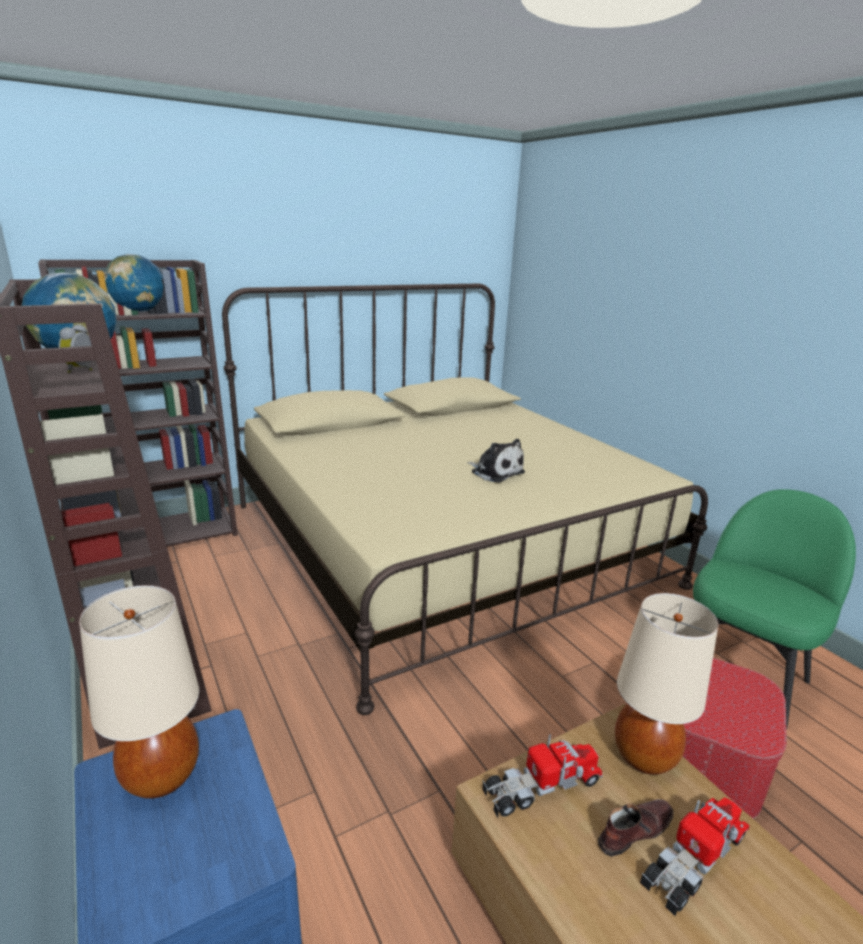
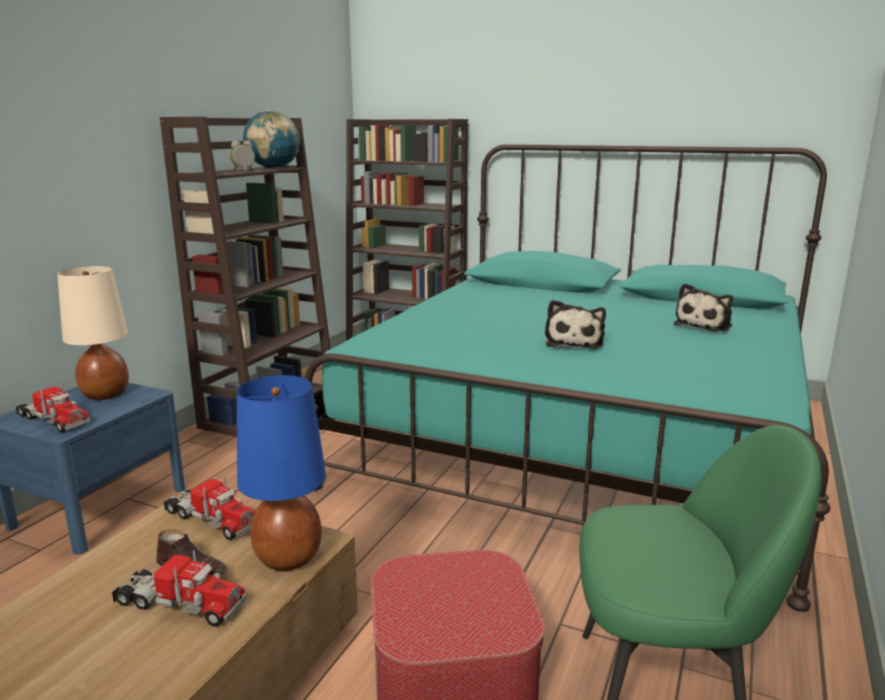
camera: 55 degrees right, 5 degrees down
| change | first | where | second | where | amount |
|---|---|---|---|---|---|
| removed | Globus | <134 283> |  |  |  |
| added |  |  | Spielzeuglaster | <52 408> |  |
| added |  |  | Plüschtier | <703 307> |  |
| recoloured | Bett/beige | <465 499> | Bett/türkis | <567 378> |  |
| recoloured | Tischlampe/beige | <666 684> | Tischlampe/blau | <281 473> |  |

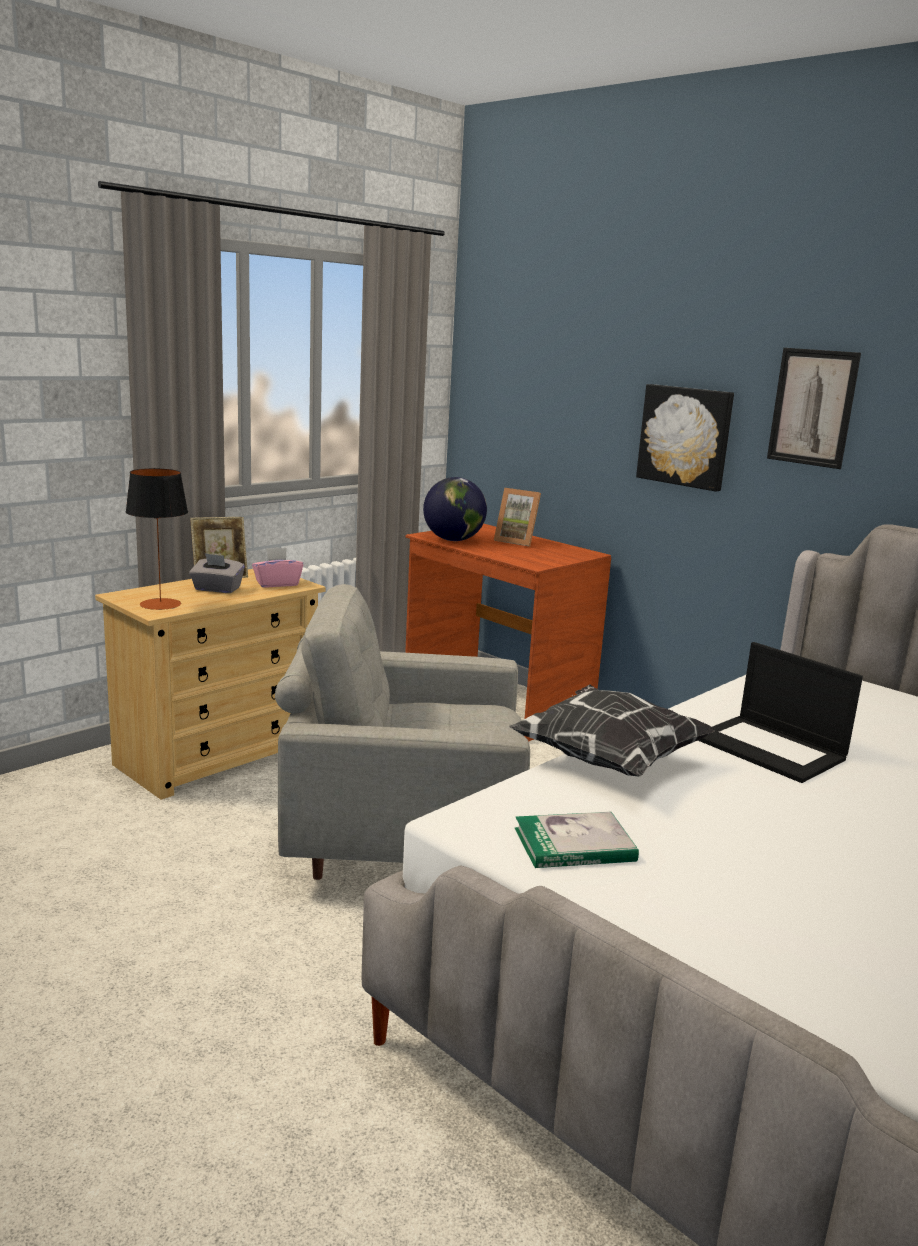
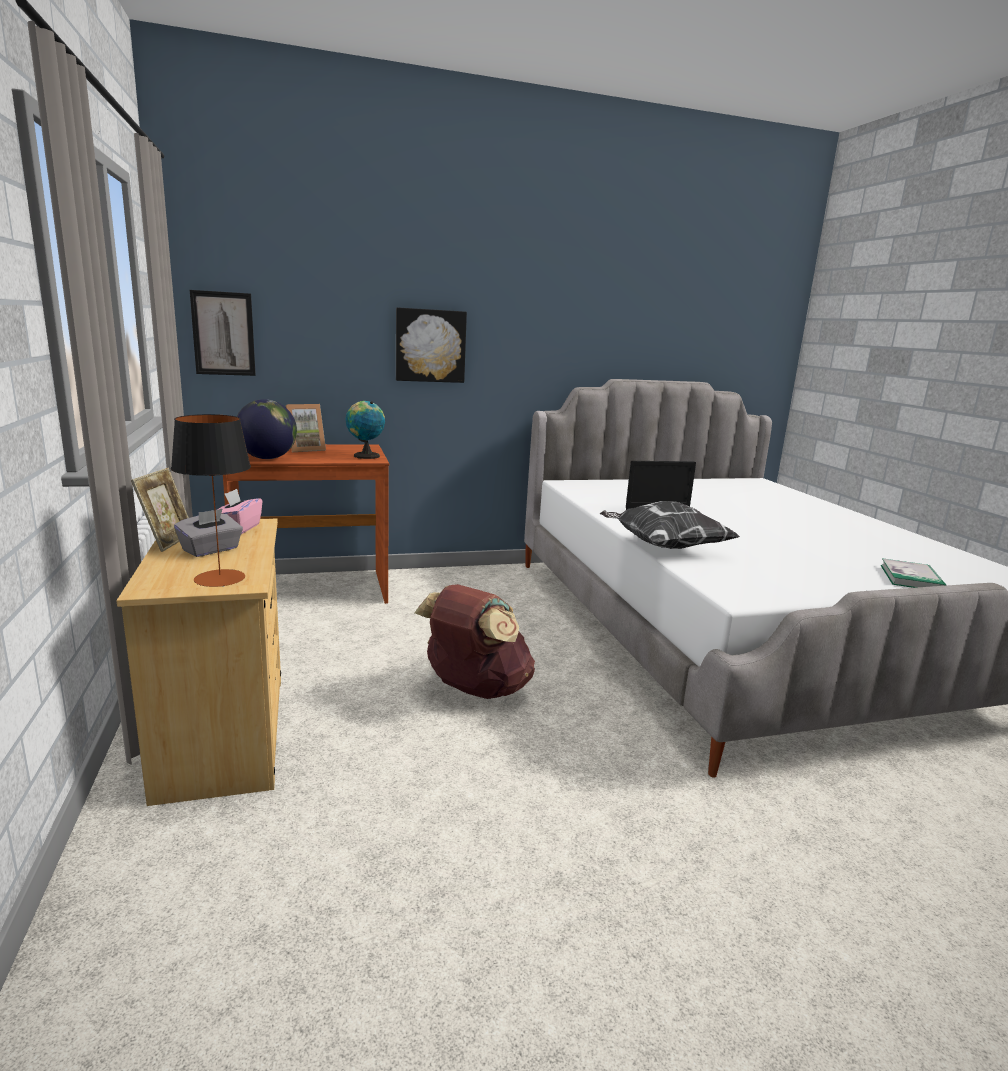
camera: 60 degrees left, 0 degrees up
| change | first | where | second | where | amount |
|---|---|---|---|---|---|
| added |  |  | Globus | <365 430> |  |
| moved | Buch | <577 840> |  | <913 573> |  |
| moved | Bild | <814 408> |  | <223 333> |  |
| replaced | Sessel/grau | <402 732> | Rucksack/braun | <474 641> |  |

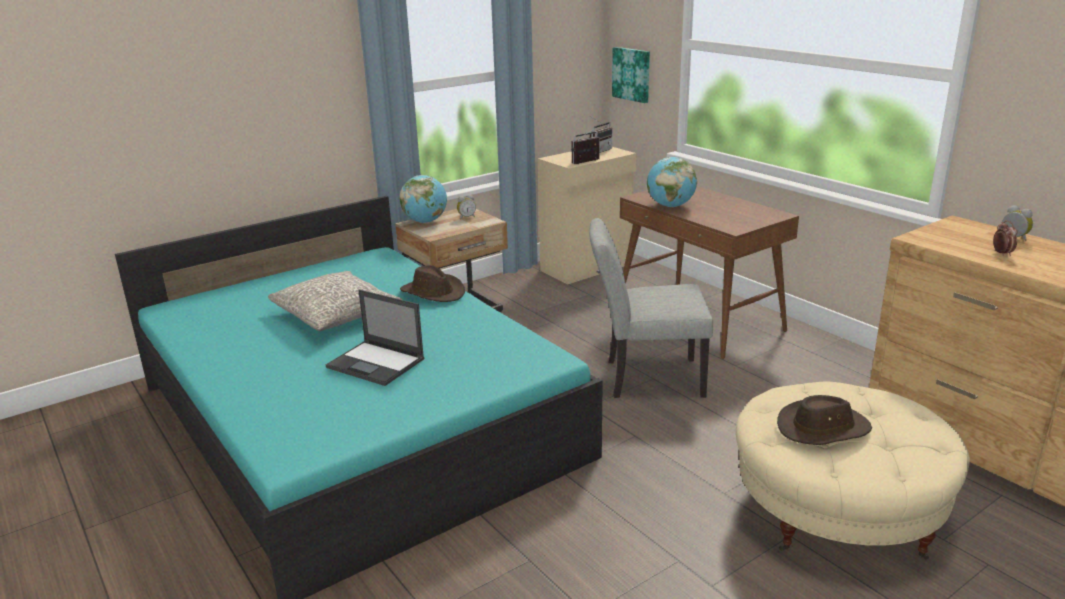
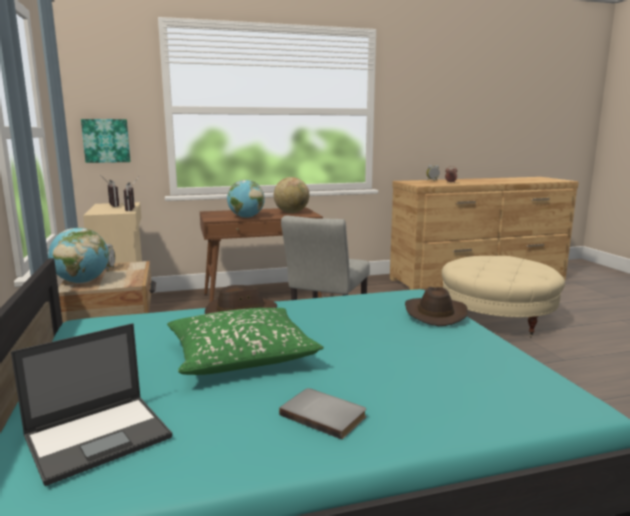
camera: 70 degrees left, 10 degrees down
| change | first | where | second | where | amount |
|---|---|---|---|---|---|
| added |  |  | Globus | <291 195> |  |
| added |  |  | Buch/grau | <322 414> |  |
| moved | Laptop | <375 338> |  | <91 404> |  |
| moved | Hut/braun | <824 420> |  | <436 306> |  |
| recoloured | Kissen/grau | <335 301> | Kissen/grün | <245 341> |  |

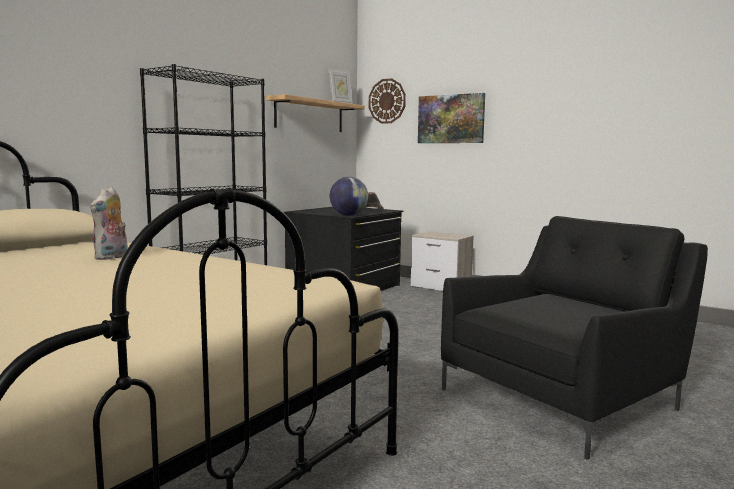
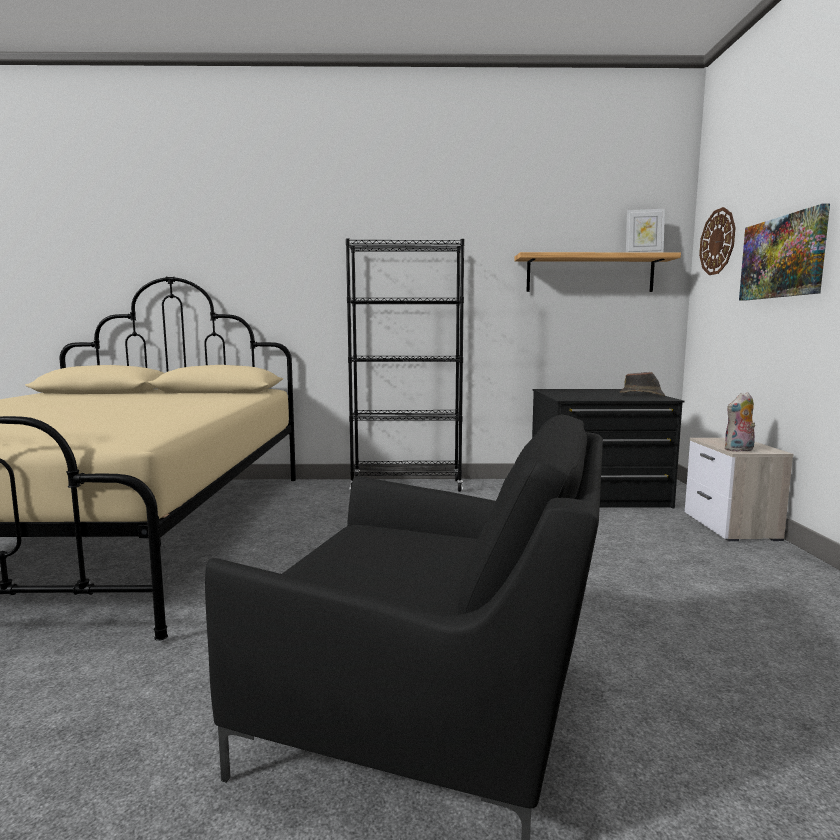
camera: 55 degrees right, 0 degrees up
| change | first | where | second | where | amount |
|---|---|---|---|---|---|
| removed | Globus | <349 196> |  |  |  |
| moved | Plüschtier | <109 223> |  | <739 422> |  |

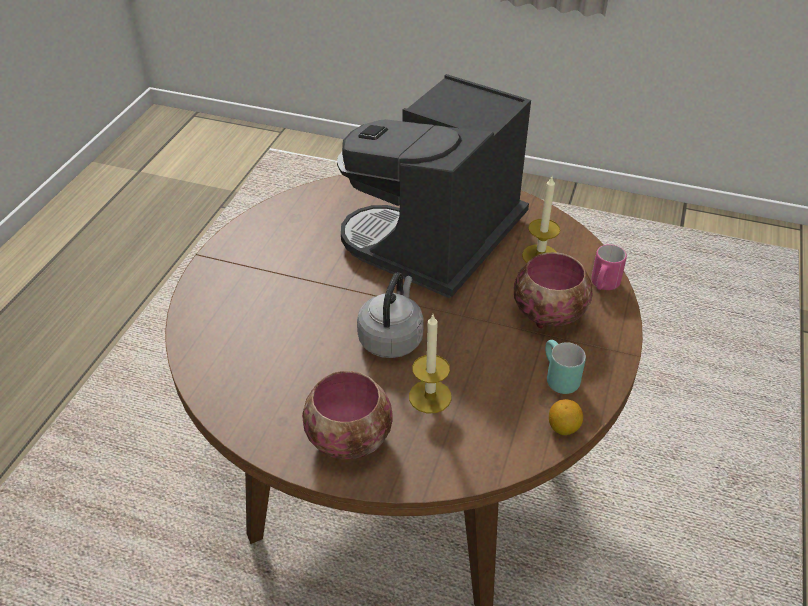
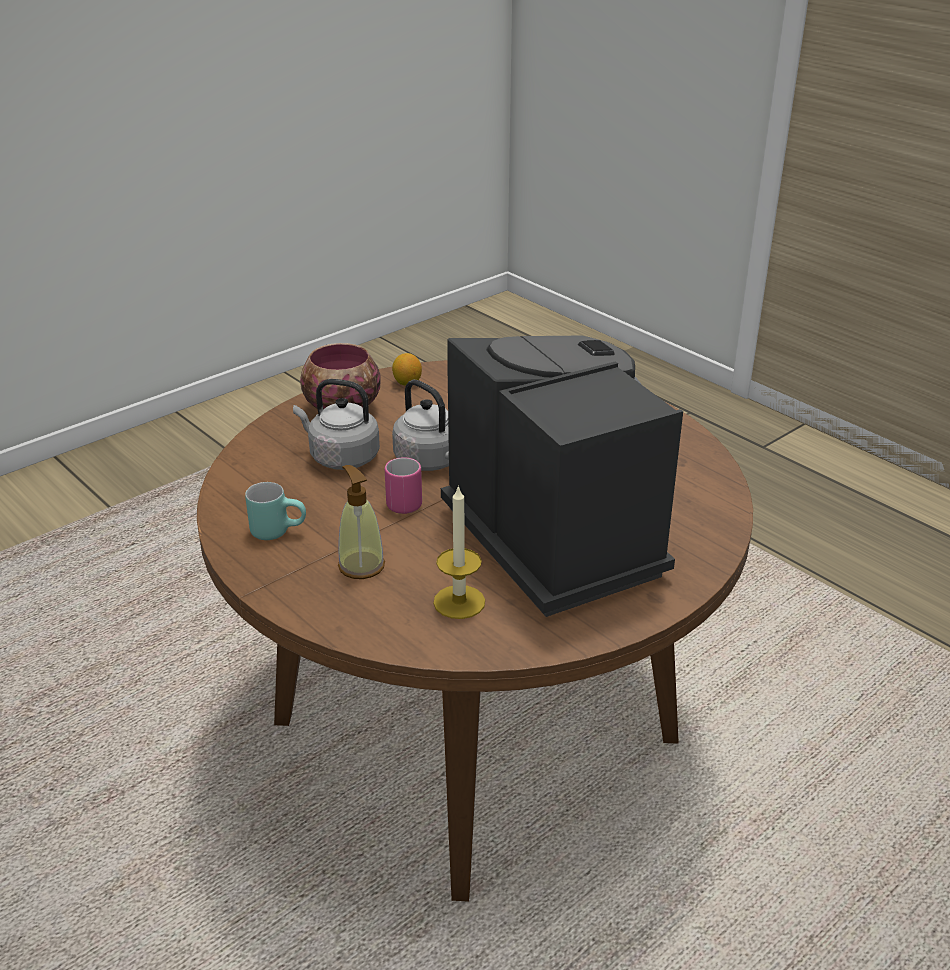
camera: 120 degrees right, 10 degrees down
| change | first | where | second | where | amount |
|---|---|---|---|---|---|
| moved | Zitrone | <566 417> |  | <407 369> |  |
| moved | Henkelbecher/rosa | <609 267> |  | <403 485> |  |
| replaced | Kerze | <430 364> | Wasserkessel/grau | <336 424> |  |
| replaced | Schüssel | <553 290> | Seifenspender | <361 522> |  |

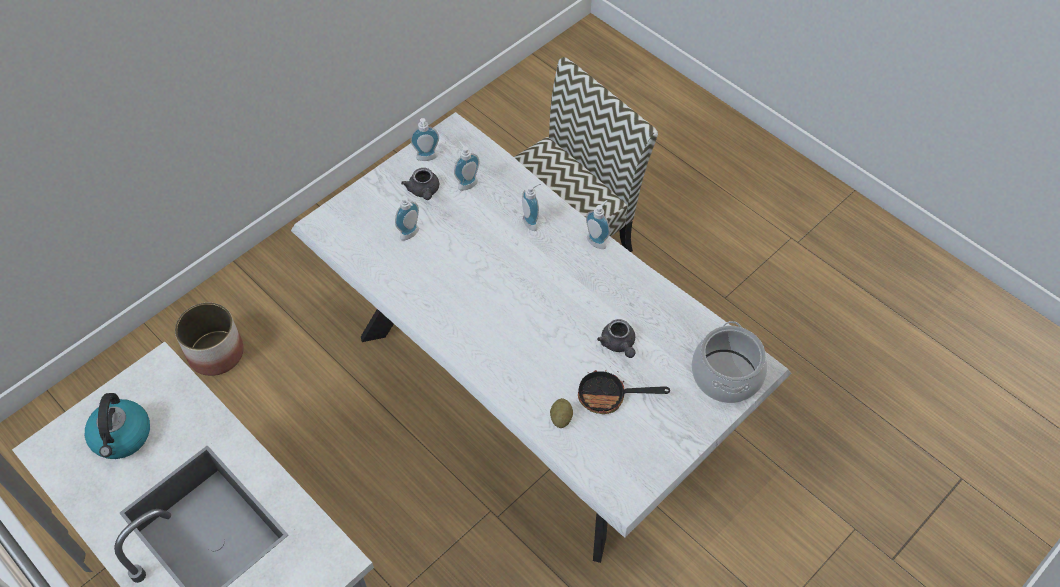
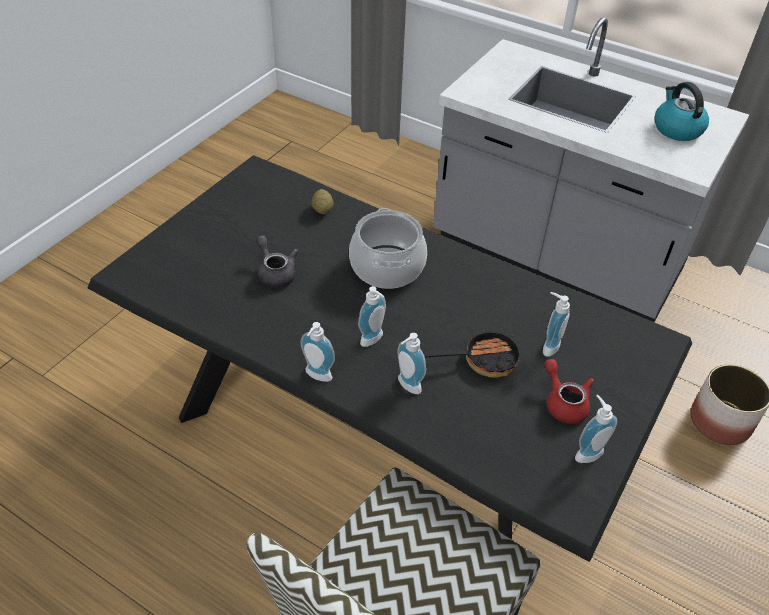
camera: 165 degrees right, 10 degrees down
| change | first | where | second | where | amount |
|---|---|---|---|---|---|
| moved | Seifenspender | <466 166> |  | <372 316> |  |
| moved | Pfanne | <624 392> |  | <471 353> |  |
| moved | Kochtopf | <729 362> |  | <388 248> |  |
| recoloured | Esstisch/weiß | <541 337> | Esstisch/schwarz | <389 358> |  |
| recoloured | Teekanne/grau | <420 184> | Teekanne/rot | <569 391> |  |

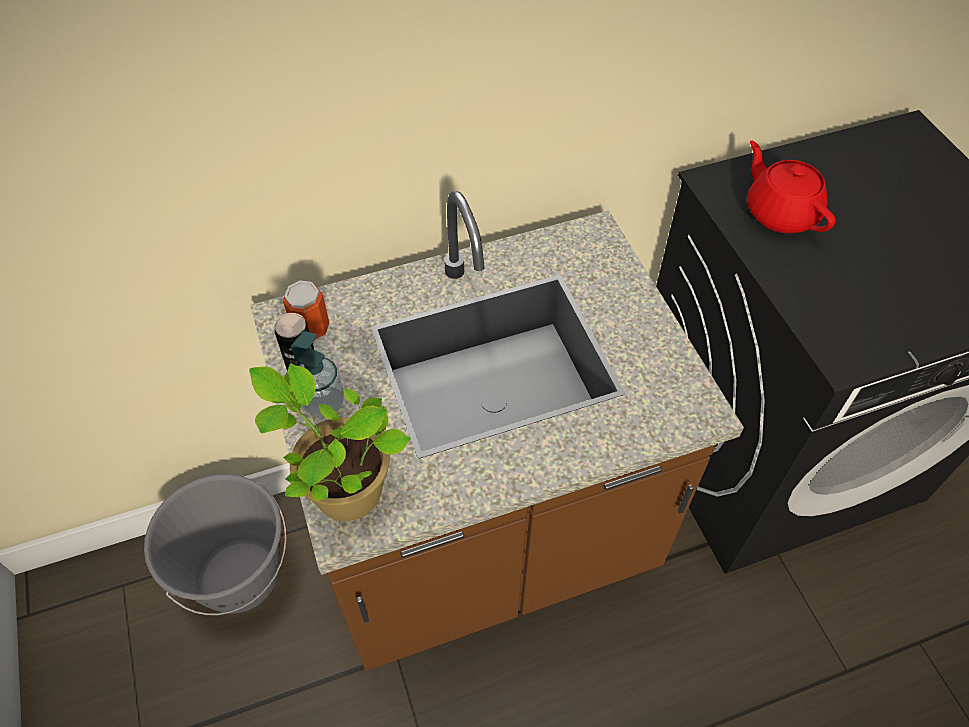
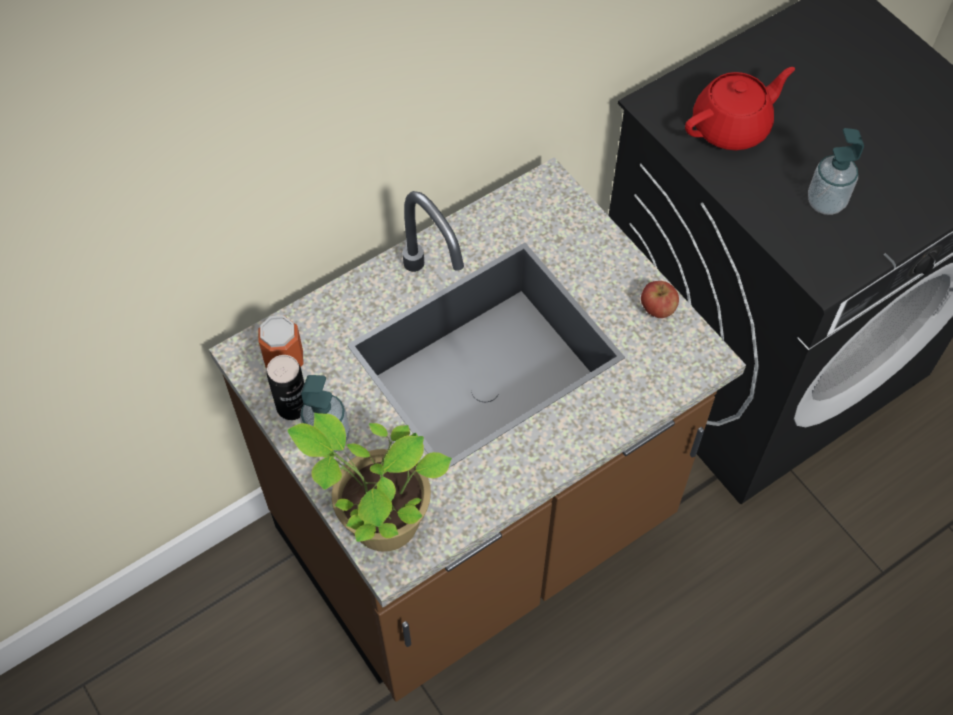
camera: 15 degrees left, 5 degrees up
| change | first | where | second | where | amount |
|---|---|---|---|---|---|
| removed | Eimer/grau | <215 544> |  |  |  |
| added |  |  | Apfel | <660 299> |  |
| added |  |  | Seifenspender | <836 171> |  |
| turned | Teekanne/rot | <791 186> |  | <740 108> | 105 degrees clockwise |

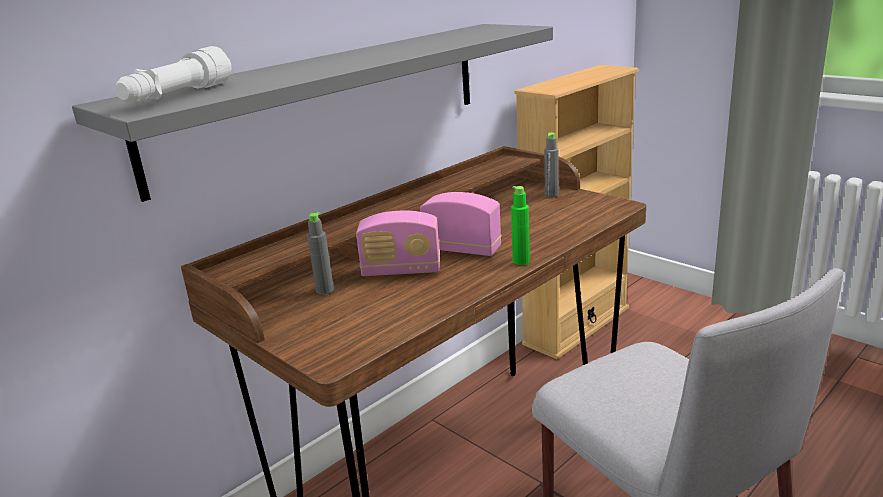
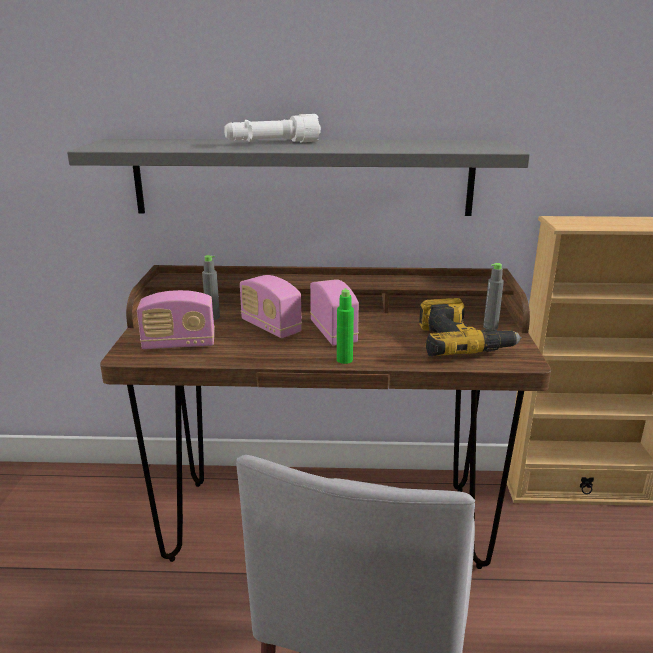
camera: 45 degrees right, 0 degrees up
| change | first | where | second | where | amount |
|---|---|---|---|---|---|
| added |  |  | Radio | <176 319> |  |
| added |  |  | Bohrmaschine | <470 327> |  |
| moved | Taschenlampe/weiß | <173 74> |  | <272 128> |  |

